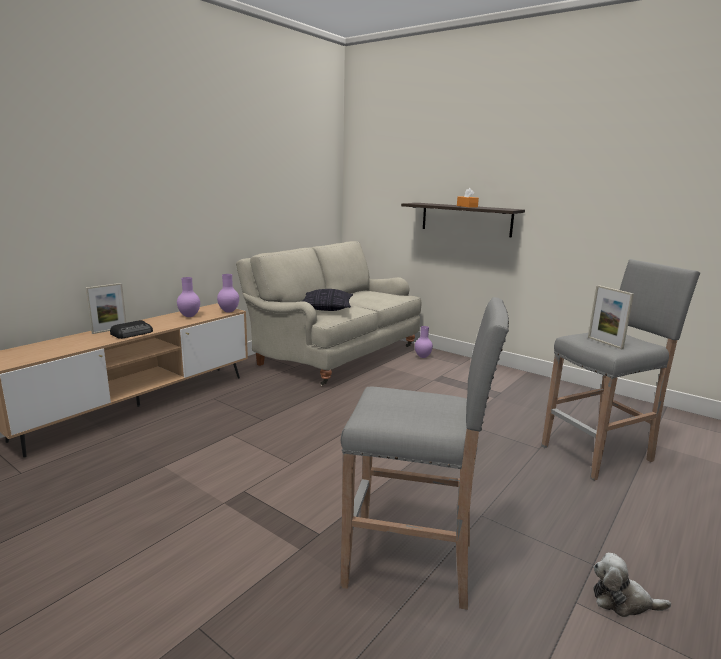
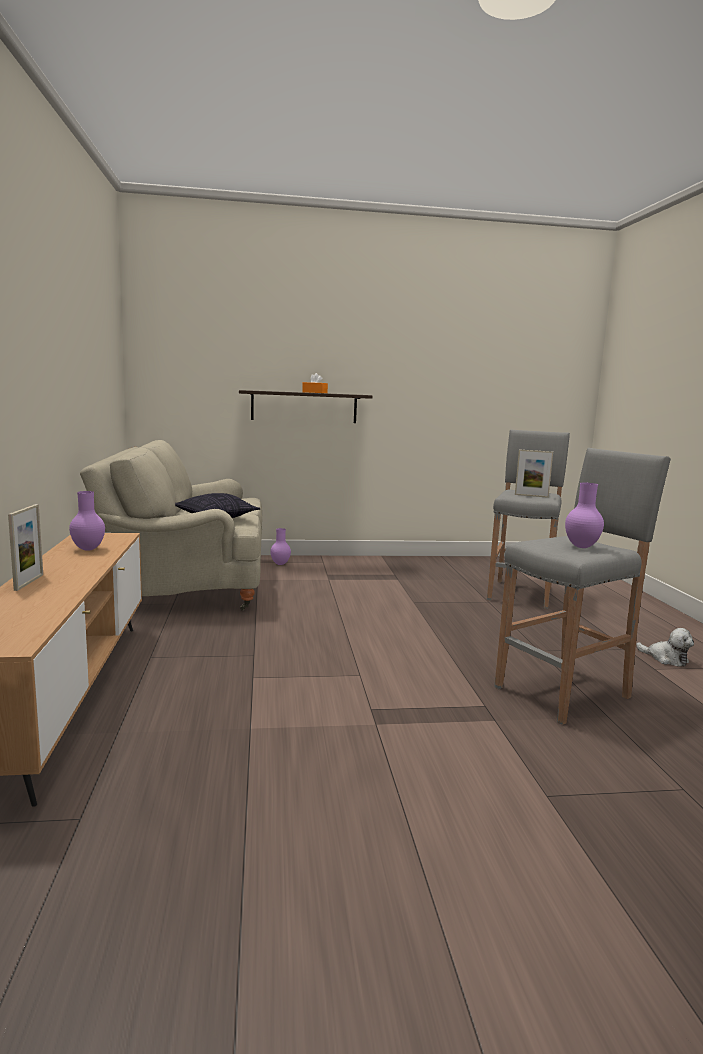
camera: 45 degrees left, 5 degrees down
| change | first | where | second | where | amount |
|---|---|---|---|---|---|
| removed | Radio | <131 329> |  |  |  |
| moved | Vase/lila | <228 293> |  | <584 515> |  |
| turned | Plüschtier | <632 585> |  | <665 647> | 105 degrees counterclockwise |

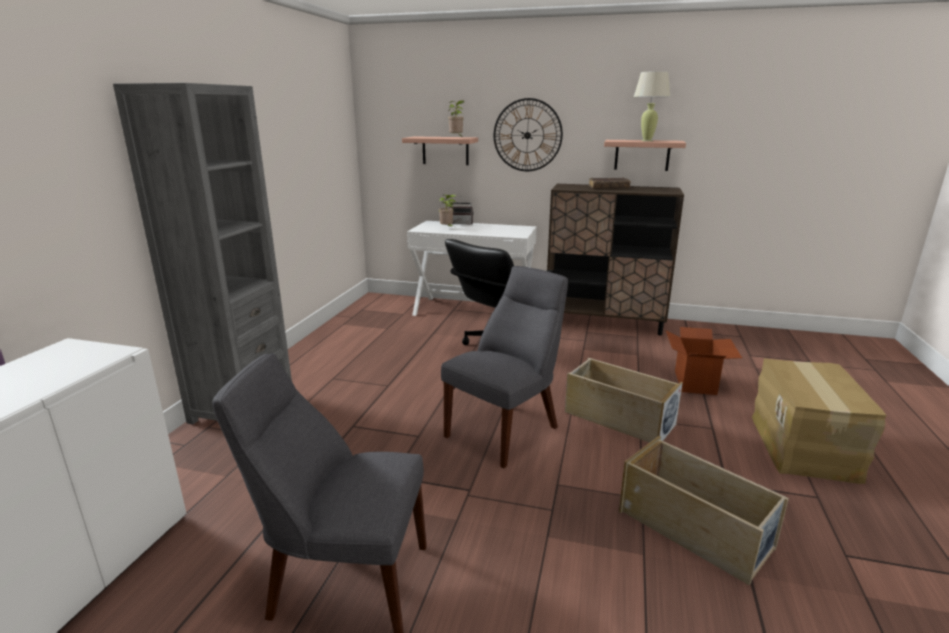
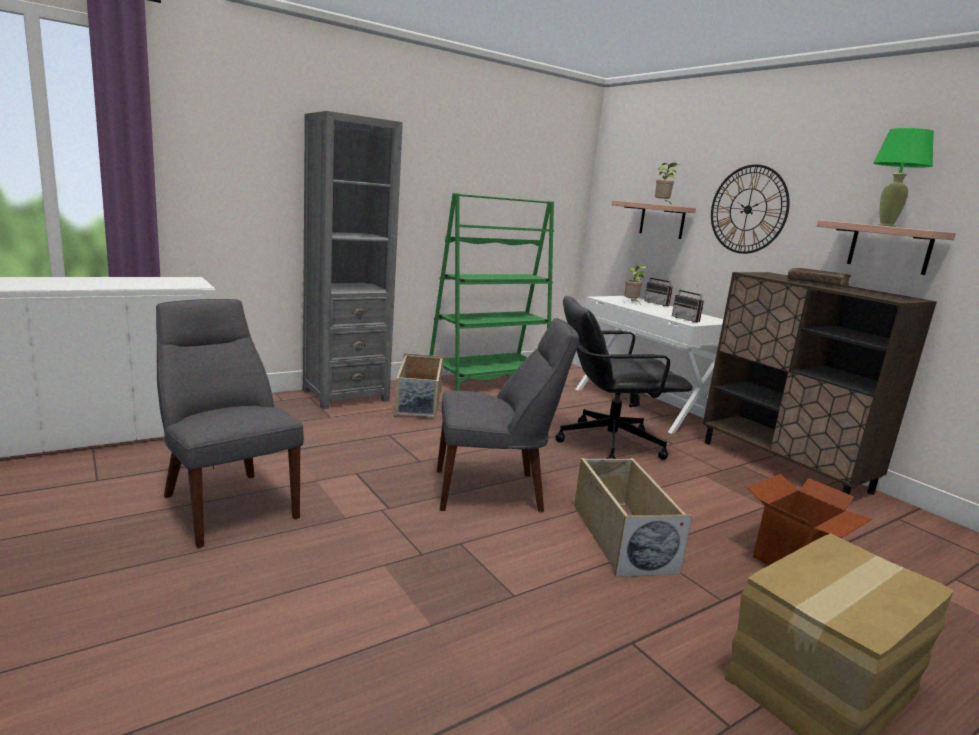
camera: 40 degrees right, 5 degrees down
| change | first | where | second | where | amount |
|---|---|---|---|---|---|
| added |  |  | Bücherregal/grün | <491 292> |  |
| added |  |  | Radio | <688 303> |  |
| moved | Aufbewahrungsbox/beige | <704 510> |  | <419 386> |  |
| recoloured | Tischlampe/beige | <652 106> | Tischlampe/grün | <903 177> |  |

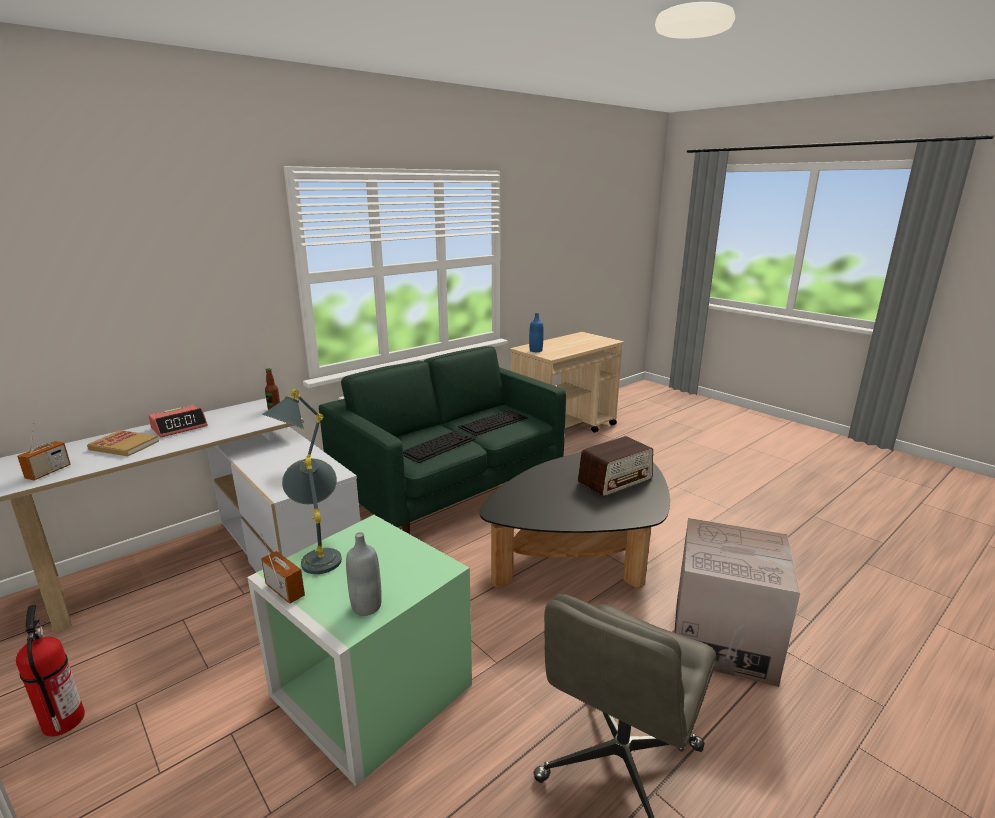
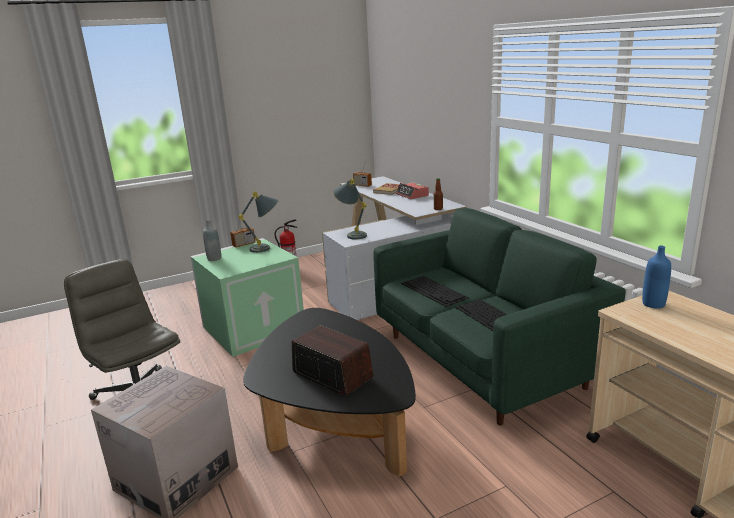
camera: 105 degrees right, 0 degrees up
| change | first | where | second | where | amount |
|---|---|---|---|---|---|
| turned | Radio | <615 466> |  | <332 361> | 150 degrees clockwise |

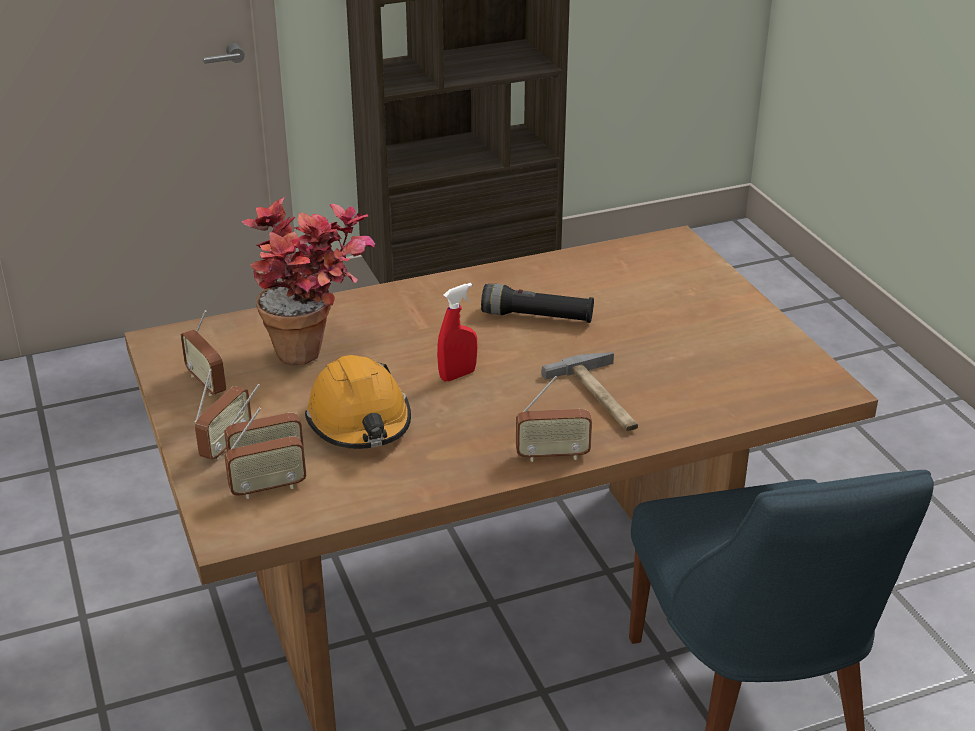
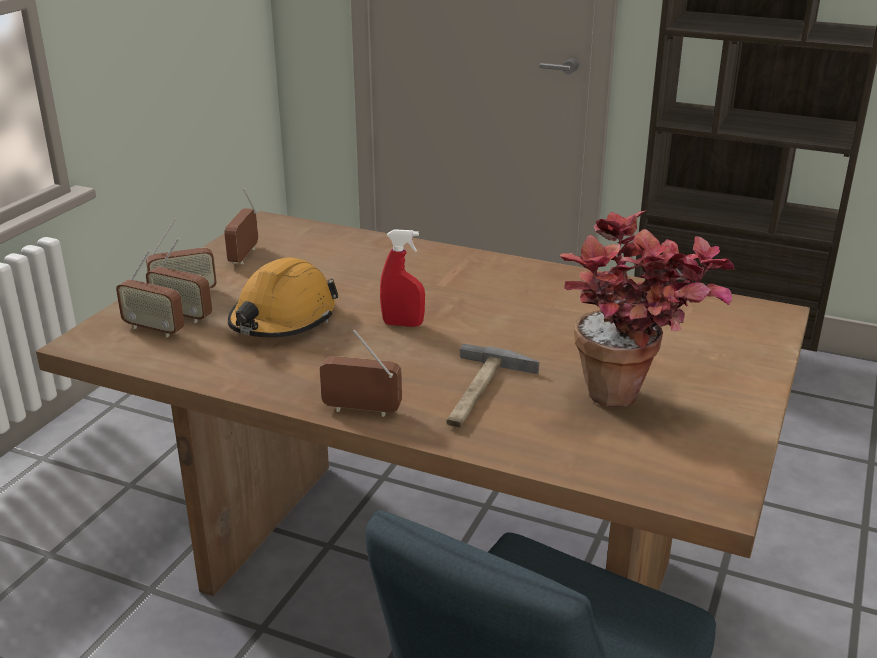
camera: 45 degrees right, 5 degrees down
| change | first | where | second | where | amount |
|---|---|---|---|---|---|
| removed | Taschenlampe/schwarz | <537 303> |  |  |  |
| moved | Topfpflanze | <308 281> |  | <647 308> |  |
| turned | Radio | <554 419> |  | <361 373> | 150 degrees clockwise |

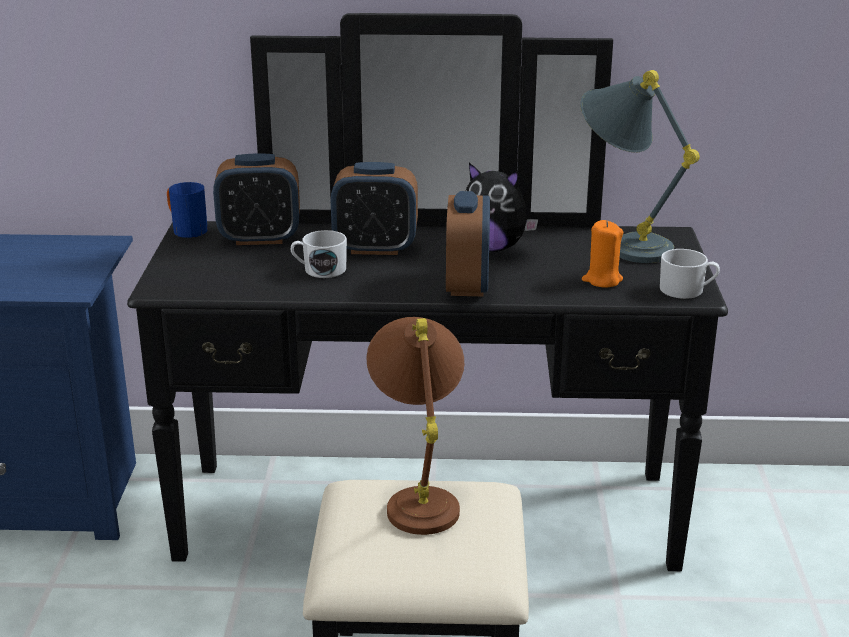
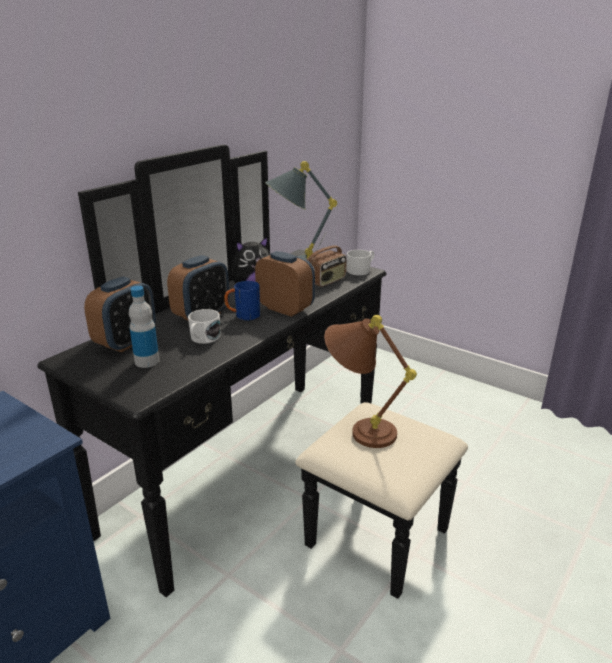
camera: 55 degrees left, 0 degrees up
| change | first | where | second | where | amount |
|---|---|---|---|---|---|
| added |  |  | Flasche | <144 327> |  |
| moved | Henkelbecher/blau | <187 210> |  | <242 300> |  |
| replaced | Kerze/orange | <602 253> | Radio | <326 259> |  |

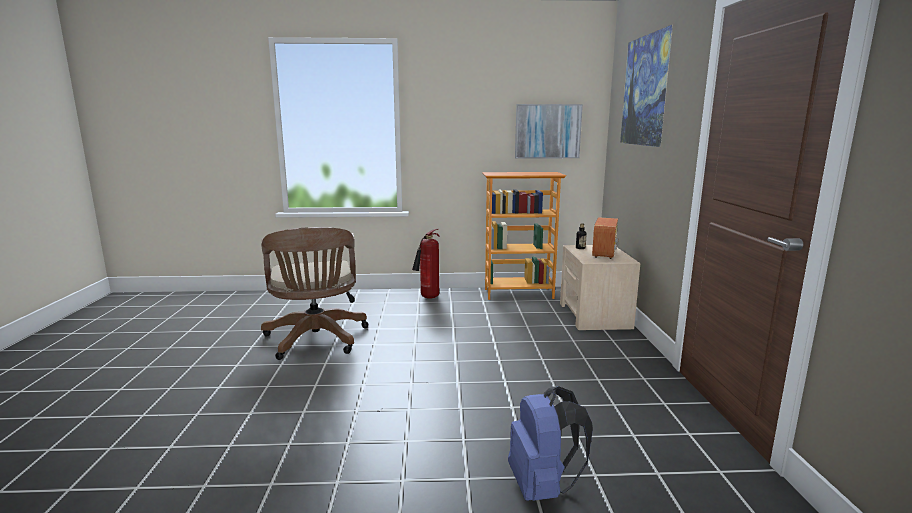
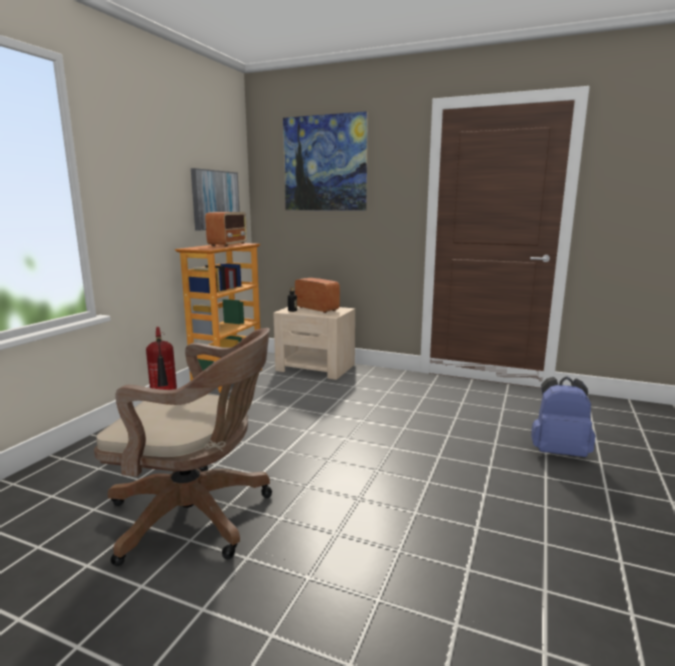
camera: 65 degrees left, 0 degrees up
| change | first | where | second | where | amount |
|---|---|---|---|---|---|
| added |  |  | Radio | <226 229> |  |

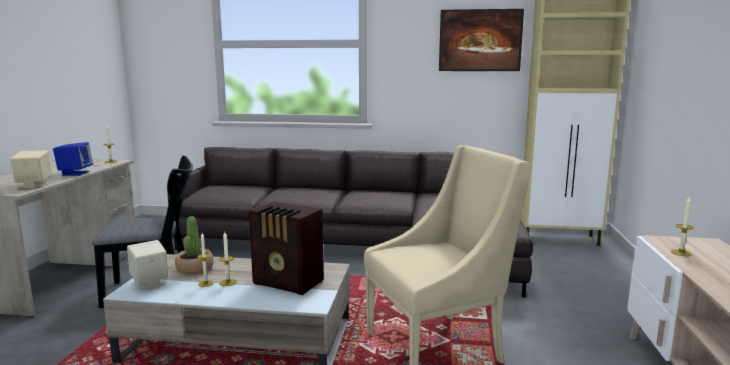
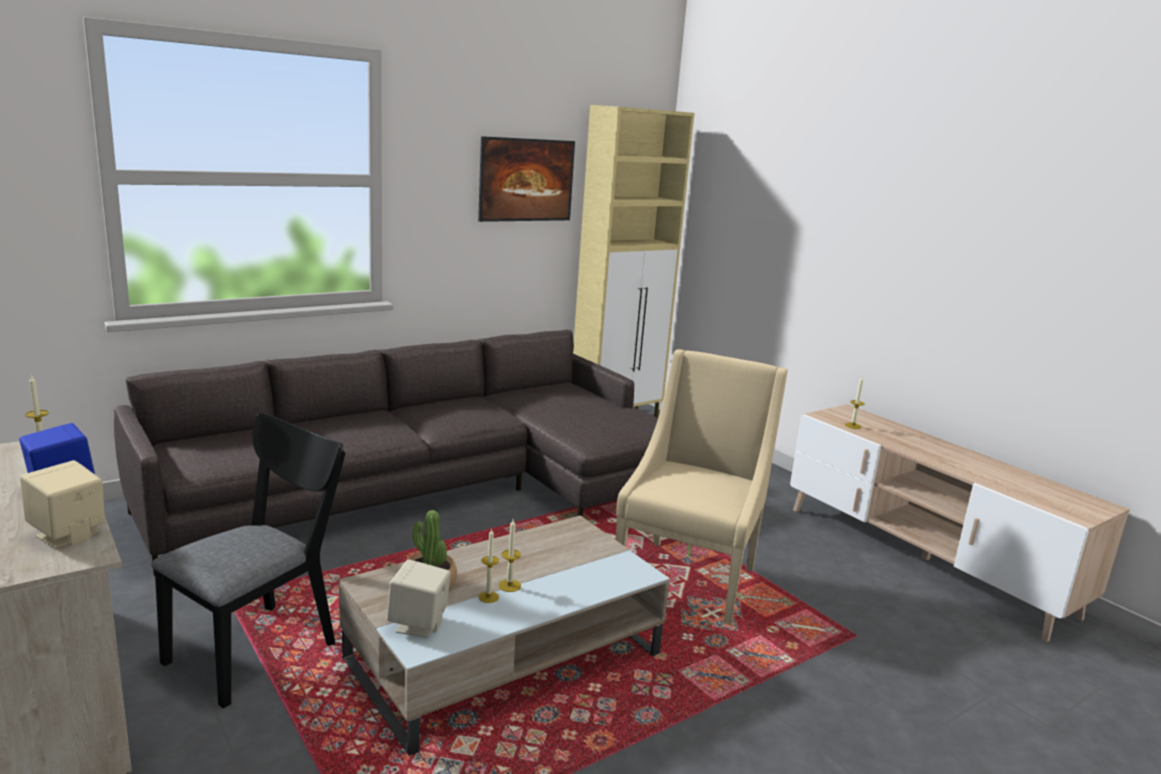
camera: 45 degrees left, 5 degrees up
| change | first | where | second | where | amount |
|---|---|---|---|---|---|
| removed | Radio | <286 248> |  |  |  |

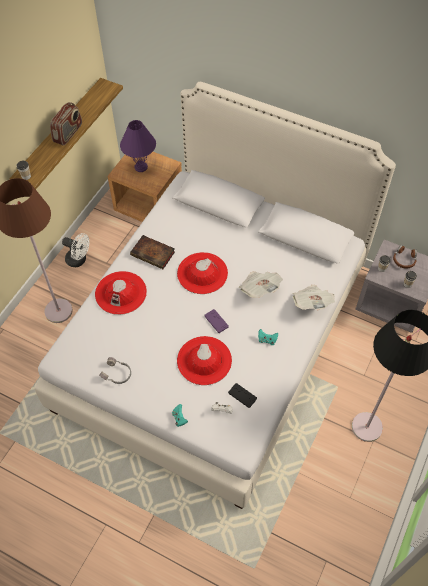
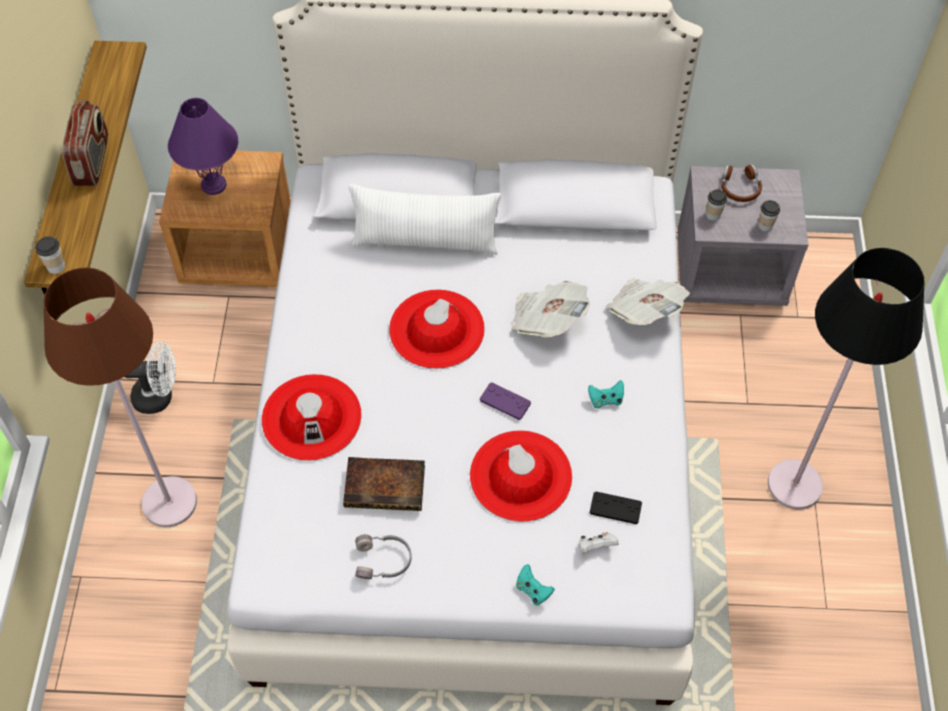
camera: 25 degrees left, 0 degrees up
| change | first | where | second | where | amount |
|---|---|---|---|---|---|
| added |  |  | Kissen/weiß | <425 219> |  |
| moved | Buch | <152 252> |  | <384 484> |  |

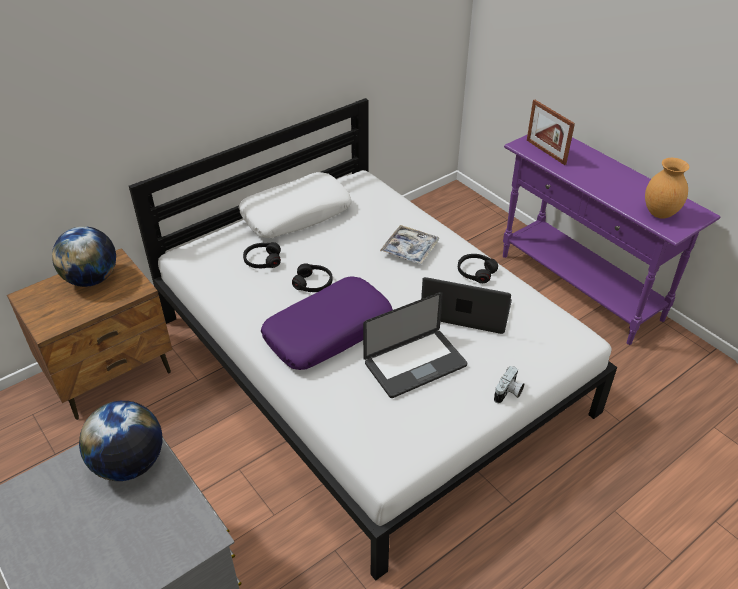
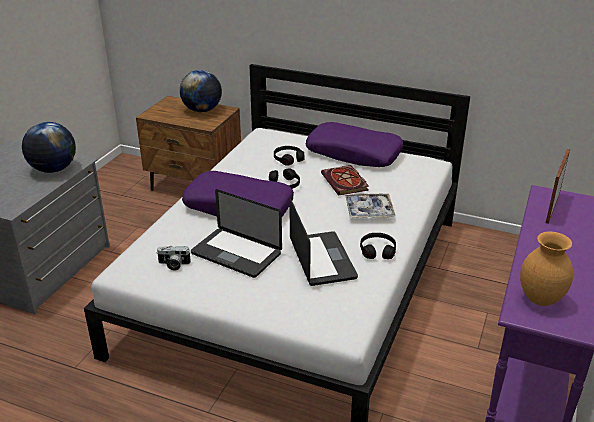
camera: 60 degrees right, 10 degrees down
| change | first | where | second | where | amount |
|---|---|---|---|---|---|
| added |  |  | Buch | <345 180> |  |
| moved | Kamera | <509 384> |  | <173 258> |  |
| recoloured | Kissen/weiß | <295 205> | Kissen/lila | <354 144> |  |

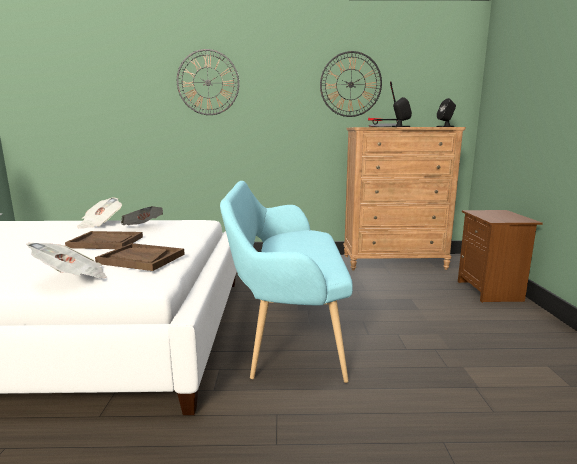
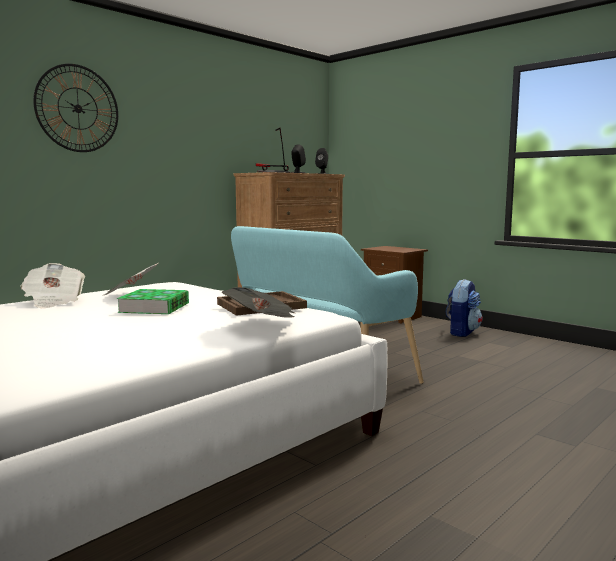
camera: 45 degrees left, 5 degrees down
| change | first | where | second | where | amount |
|---|---|---|---|---|---|
| removed | Wanduhr | <351 84> |  |  |  |
| added |  |  | Rucksack | <464 308> |  |
| replaced | Tablett/braun | <104 240> | Buch | <153 301> |  |

